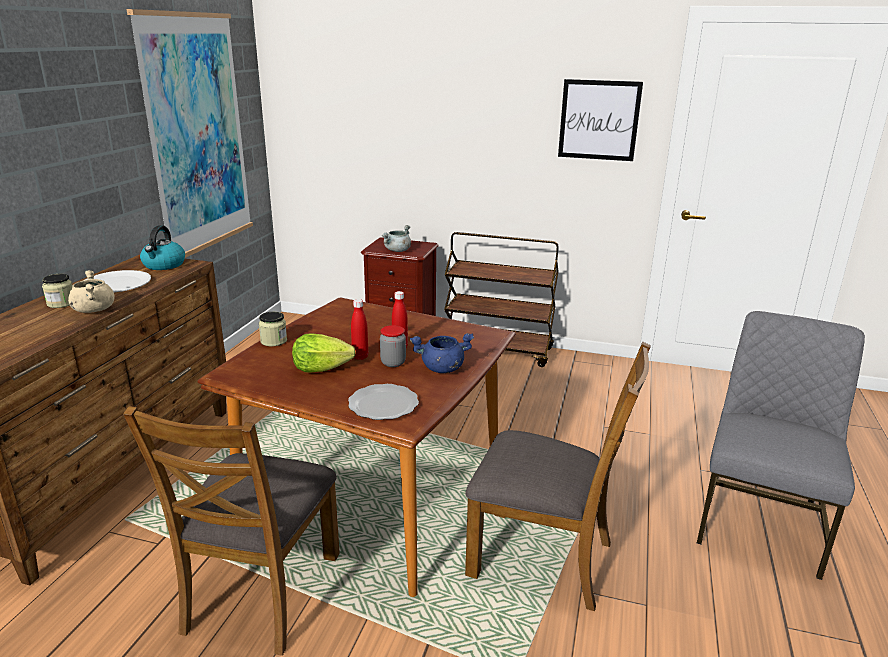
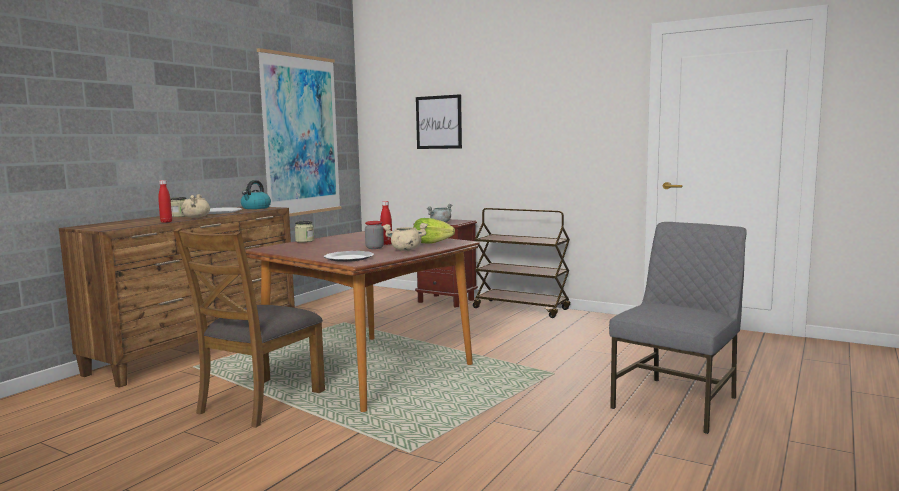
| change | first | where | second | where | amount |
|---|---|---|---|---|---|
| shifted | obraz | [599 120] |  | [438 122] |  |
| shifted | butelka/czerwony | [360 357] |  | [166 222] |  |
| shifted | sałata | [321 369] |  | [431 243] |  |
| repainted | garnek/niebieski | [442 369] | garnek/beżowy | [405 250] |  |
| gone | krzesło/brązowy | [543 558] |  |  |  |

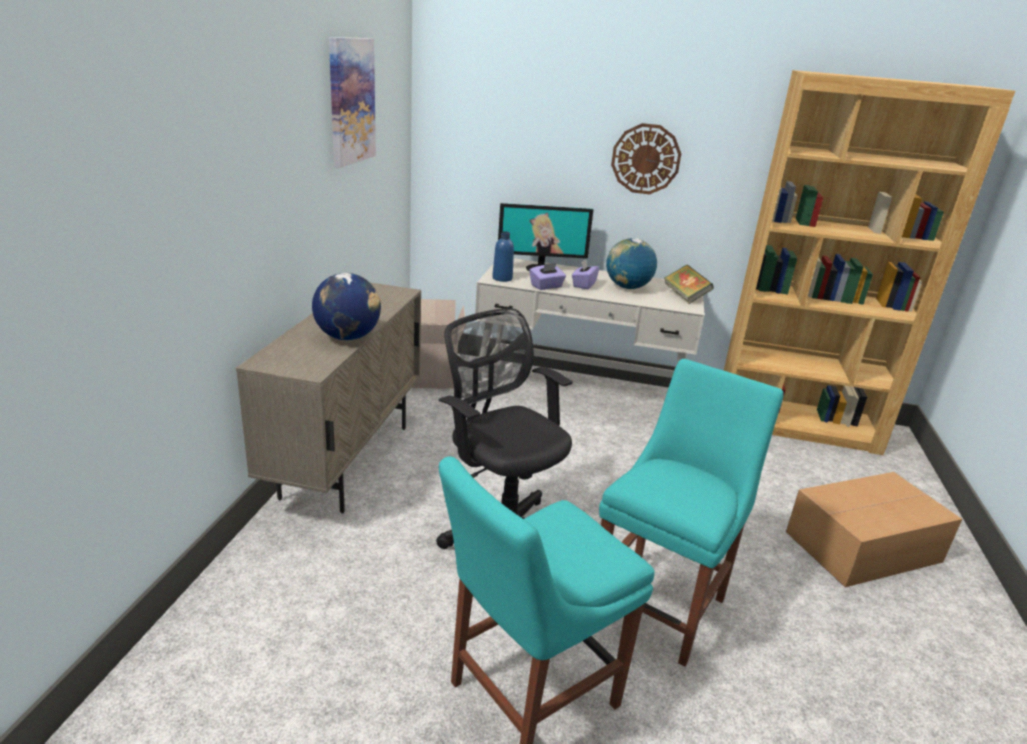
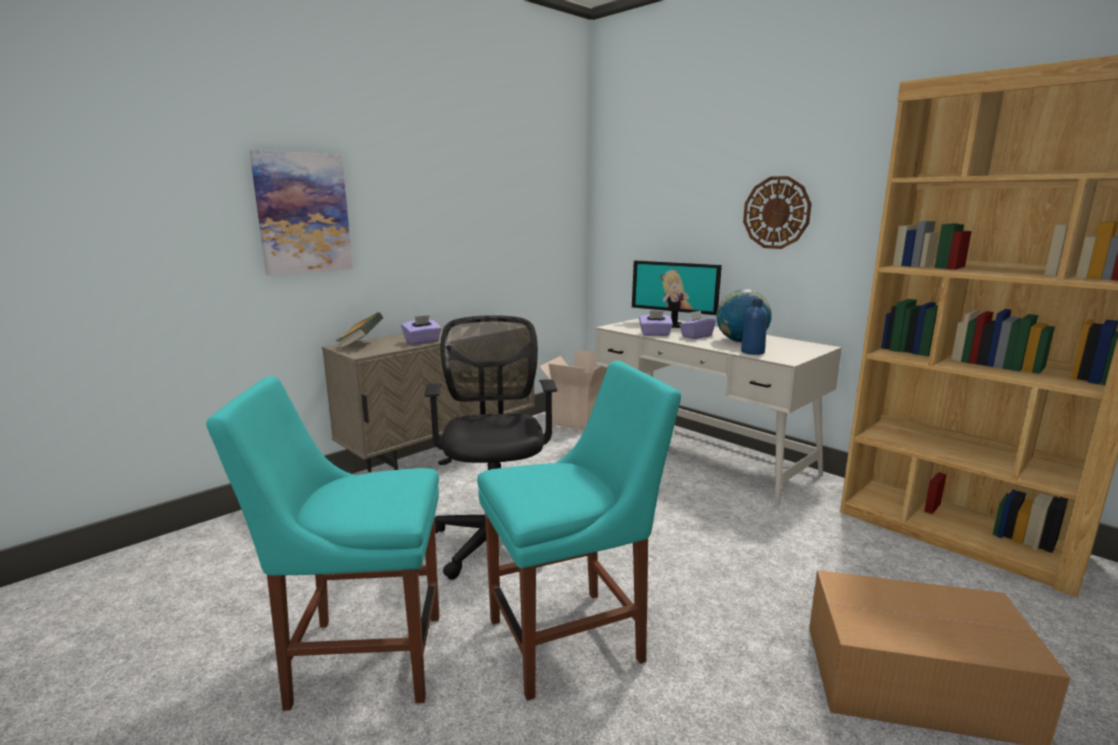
| change | first | where | second | where | amount |
|---|---|---|---|---|---|
| shifted | obraz | [351 101] |  | [303 213] |  |
| shifted | butelka/niebieski | [502 278] |  | [752 352] |  |
| shifted | książka | [685 296] |  | [361 344] |  |
| swapped | globus | [348 337] | pudełko chusteczek/fioletowy | [422 341] |  |

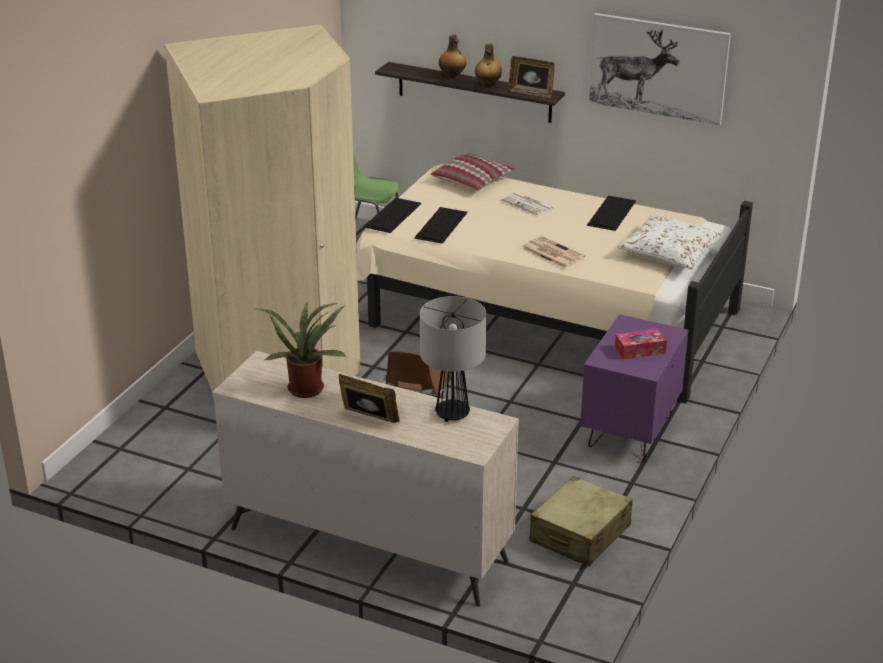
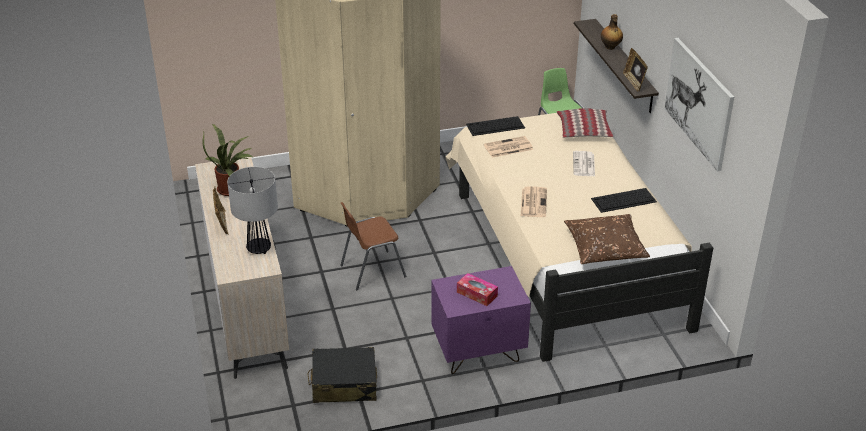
| change | first | where | second | where | amount |
|---|---|---|---|---|---|
| gone | butelka | [487 86] |  |  |  |
| swapped | klawiatura | [441 225] | gazeta | [507 148] |  |
| repainted | poduszka/biały | [670 252] | poduszka/brązowy | [605 247] |  |
| repainted | walizka/beżowy | [579 534] | walizka/czarny | [344 384] |  |

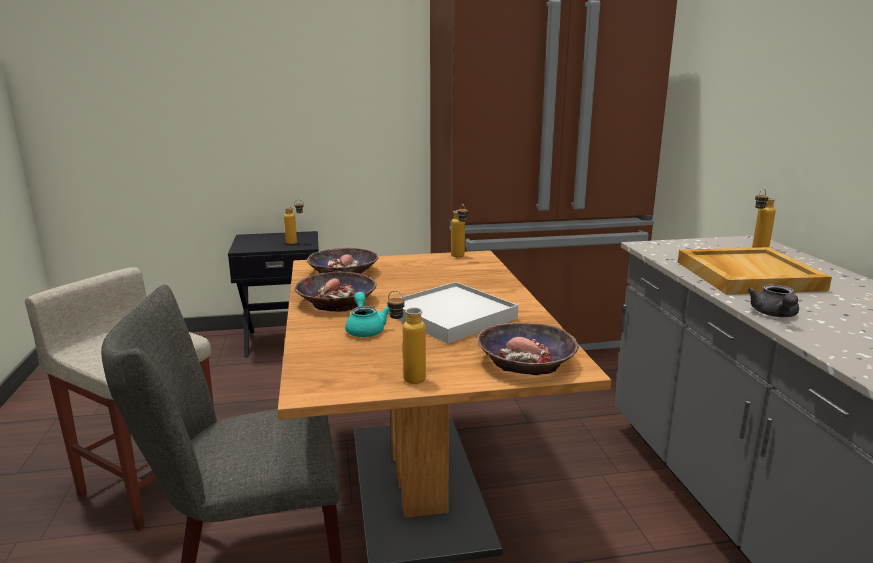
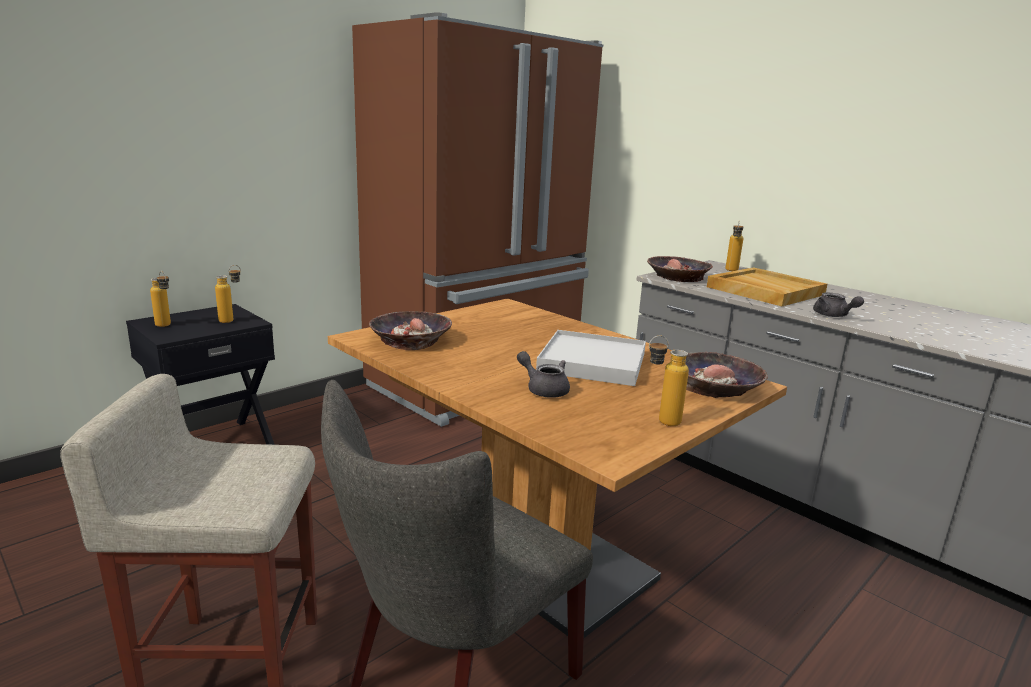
| change | first | where | second | where | amount |
|---|---|---|---|---|---|
| shifted | butelka | [459 257] |  | [165 326] |  |
| shifted | miska | [337 301] |  | [678 277] |  |
| repainted | imbryk/turkusowy | [365 329] | imbryk/szary | [544 389] |  |

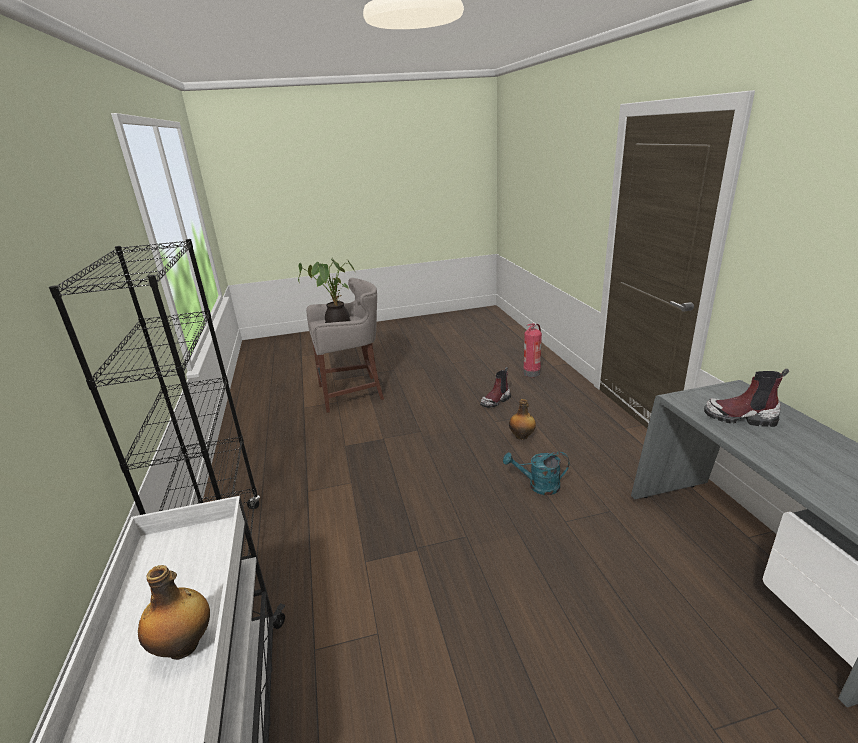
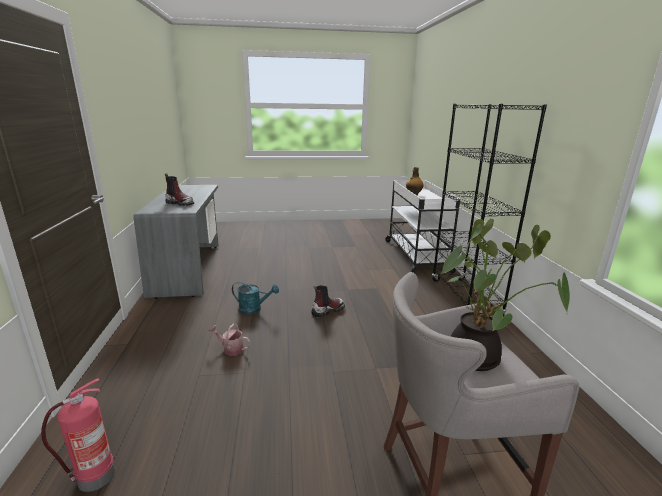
| change | first | where | second | where | amount |
|---|---|---|---|---|---|
| shifted | but z cholewką | [496 401] |  | [327 310] |  |
| swapped | butelka | [522 436] | konewka | [231 349] |  |

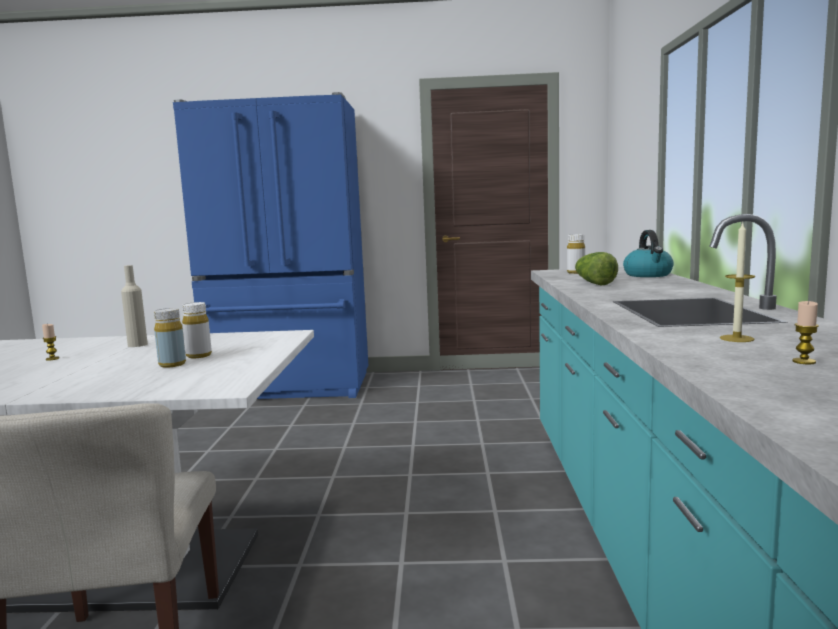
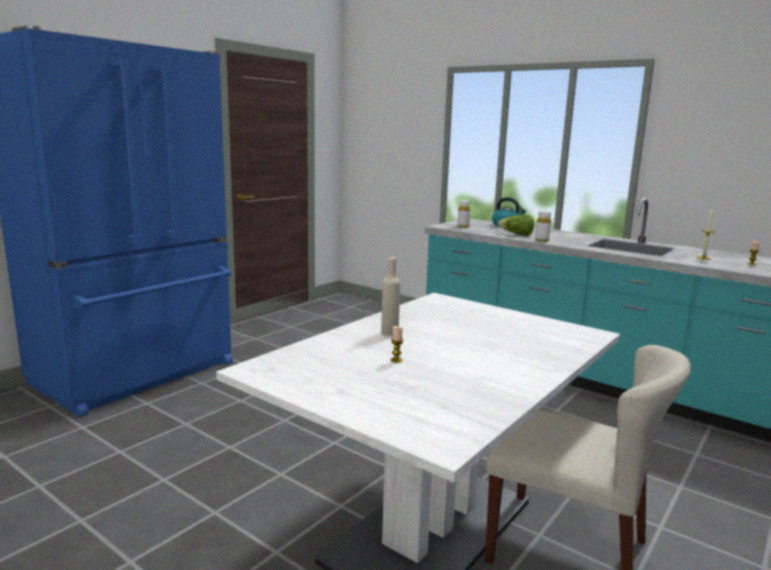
| change | first | where | second | where | amount |
|---|---|---|---|---|---|
| shifted | butelka/biały | [199 355] |  | [542 240] |  |
| gone | butelka/żółty | [172 364] |  |  |  |

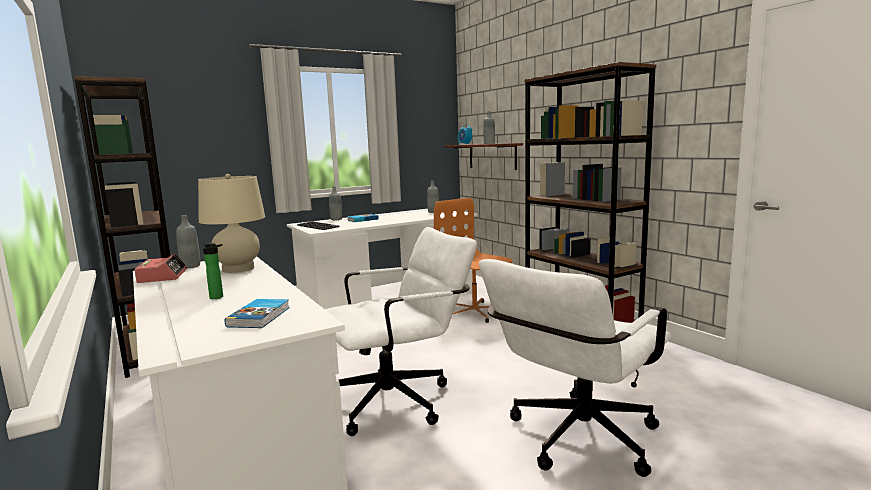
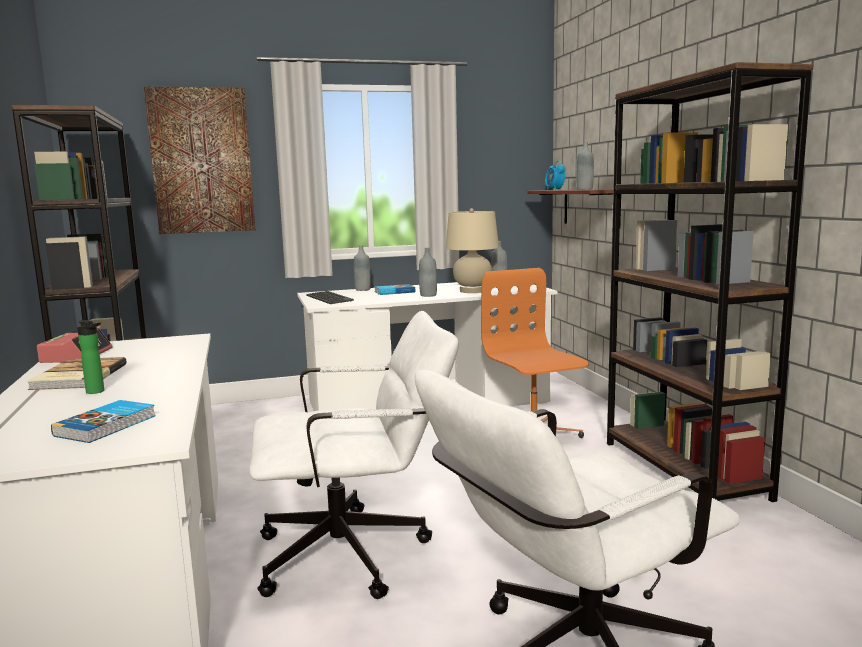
| change | first | where | second | where | amount |
|---|---|---|---|---|---|
| shifted | lampa stołowa/beżowy | [238 269] |  | [472 291] |  |
| shifted | butelka/szary | [190 266] |  | [428 295] |  |
| new |  |  | obraz | [202 161] |  |
| new |  |  | książka | [77 377] |  |

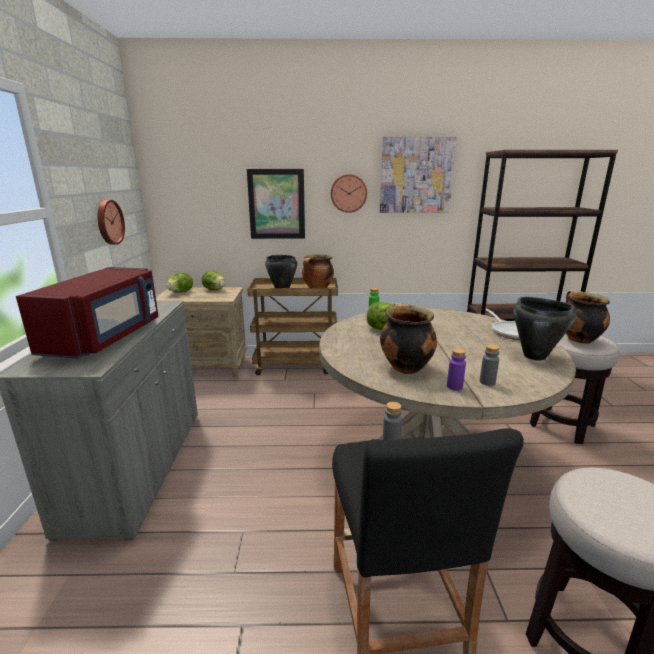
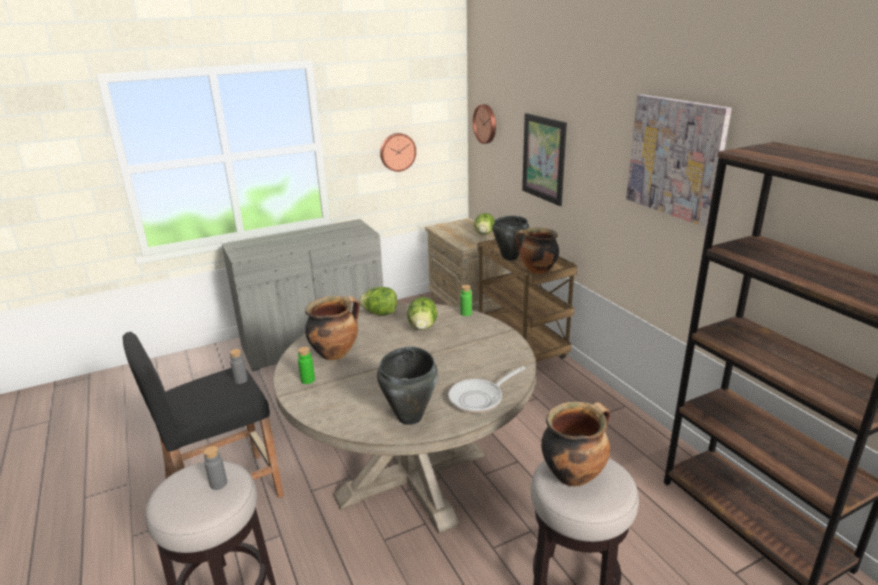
| change | first | where | second | where | amount |
|---|---|---|---|---|---|
| shifted | zegar ścienny | [348 193] |  | [486 123] |  |
| gone | mikrofalówka/czerwony | [106 337] |  |  |  |
| shifted | sałata | [180 292] |  | [380 313] |  |
| shifted | butelka/szary | [487 382] |  | [218 484] |  |
| repainted | butelka/fioletowy | [454 386] | butelka/zielony | [308 380] |  |

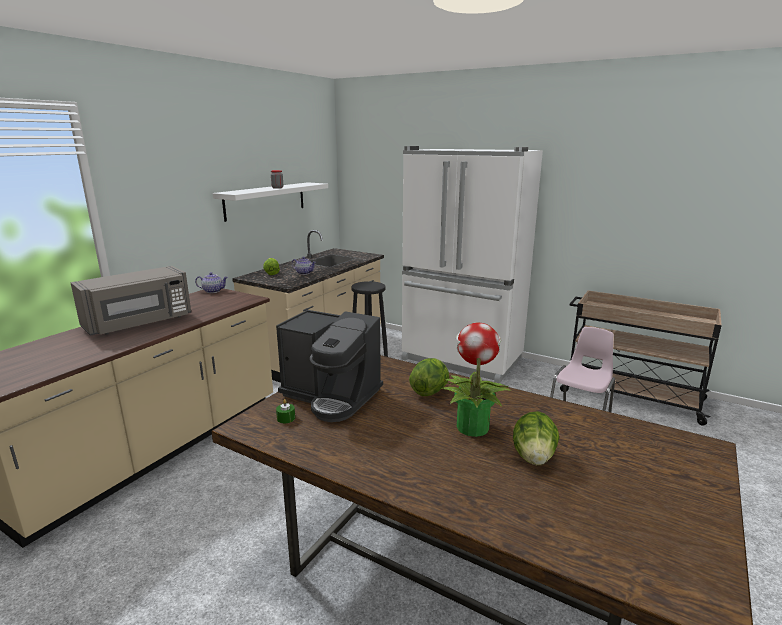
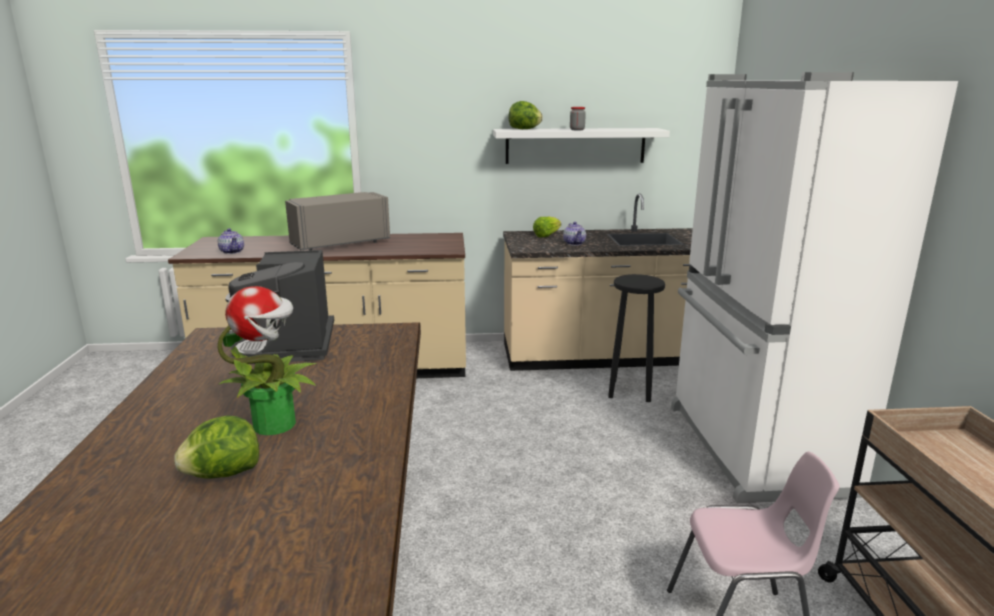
| change | first | where | second | where | amount |
|---|---|---|---|---|---|
| rotated | mikrofalówka/szary | [139 323] |  | [339 243] | 135 degrees clockwise |
| shifted | imbryk | [213 291] |  | [232 251] |  |
| shifted | sałata | [430 391] |  | [524 129] |  |

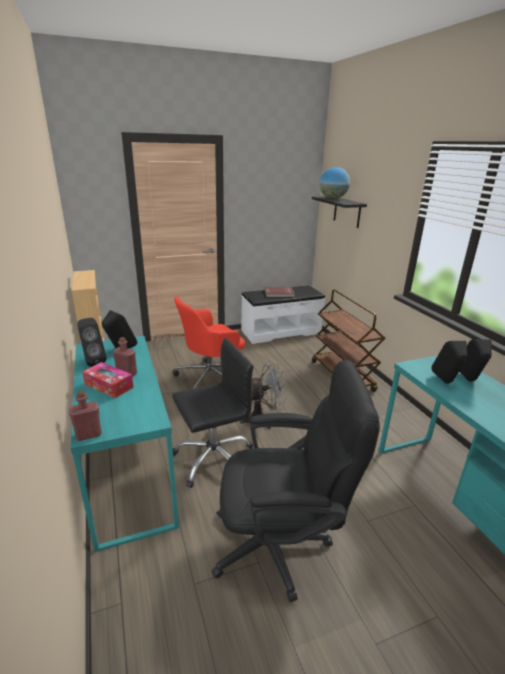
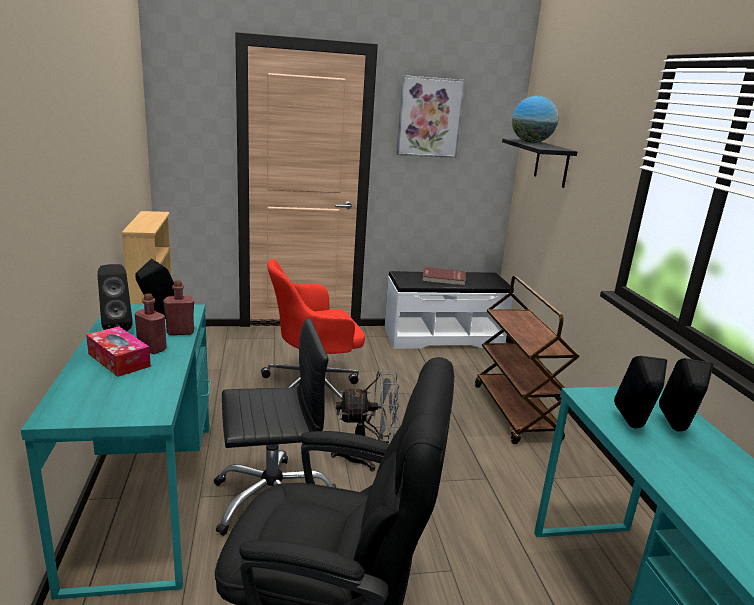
| change | first | where | second | where | amount |
|---|---|---|---|---|---|
| shifted | butelka/czerwony | [89 435] |  | [180 332] |  |
| new |  |  | obraz | [429 117] |  |

